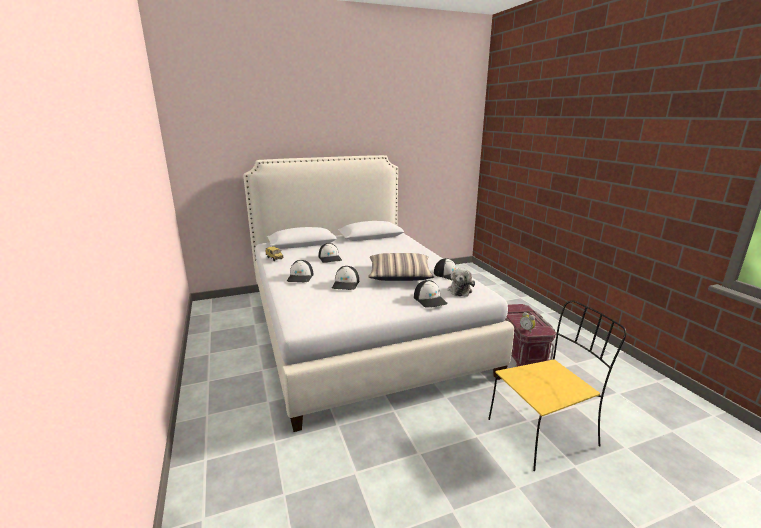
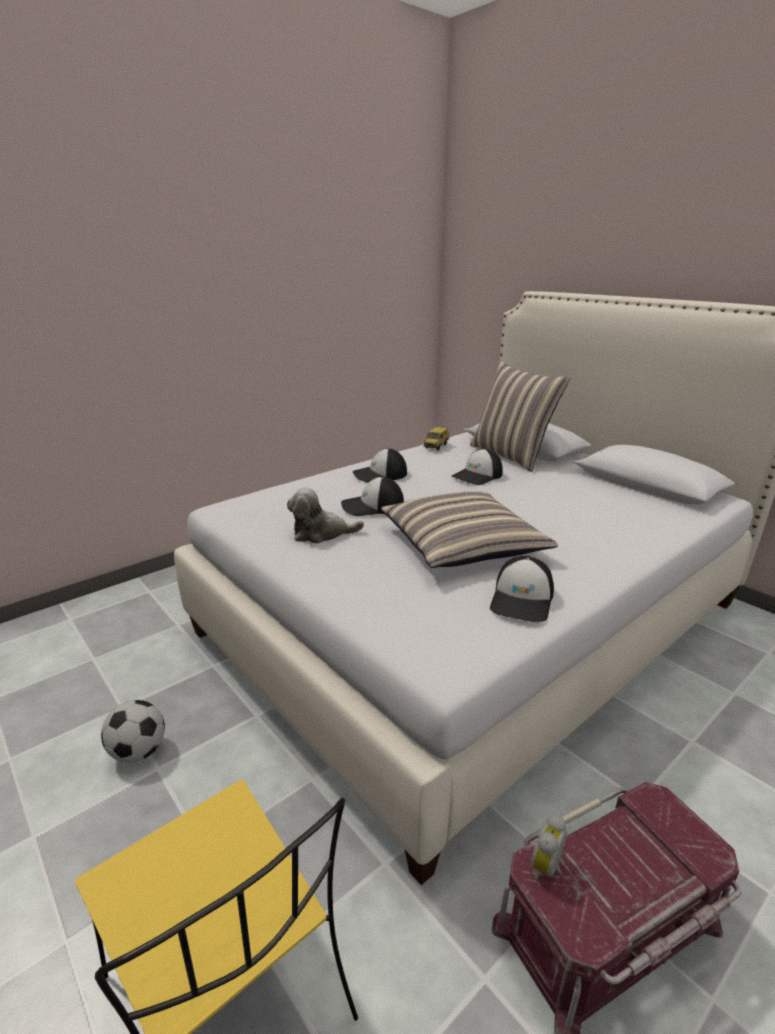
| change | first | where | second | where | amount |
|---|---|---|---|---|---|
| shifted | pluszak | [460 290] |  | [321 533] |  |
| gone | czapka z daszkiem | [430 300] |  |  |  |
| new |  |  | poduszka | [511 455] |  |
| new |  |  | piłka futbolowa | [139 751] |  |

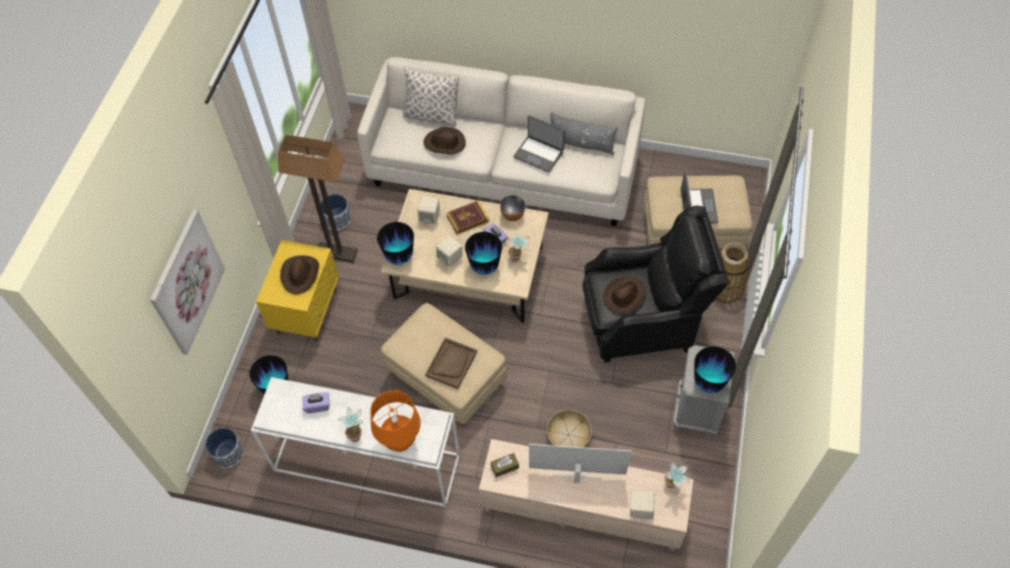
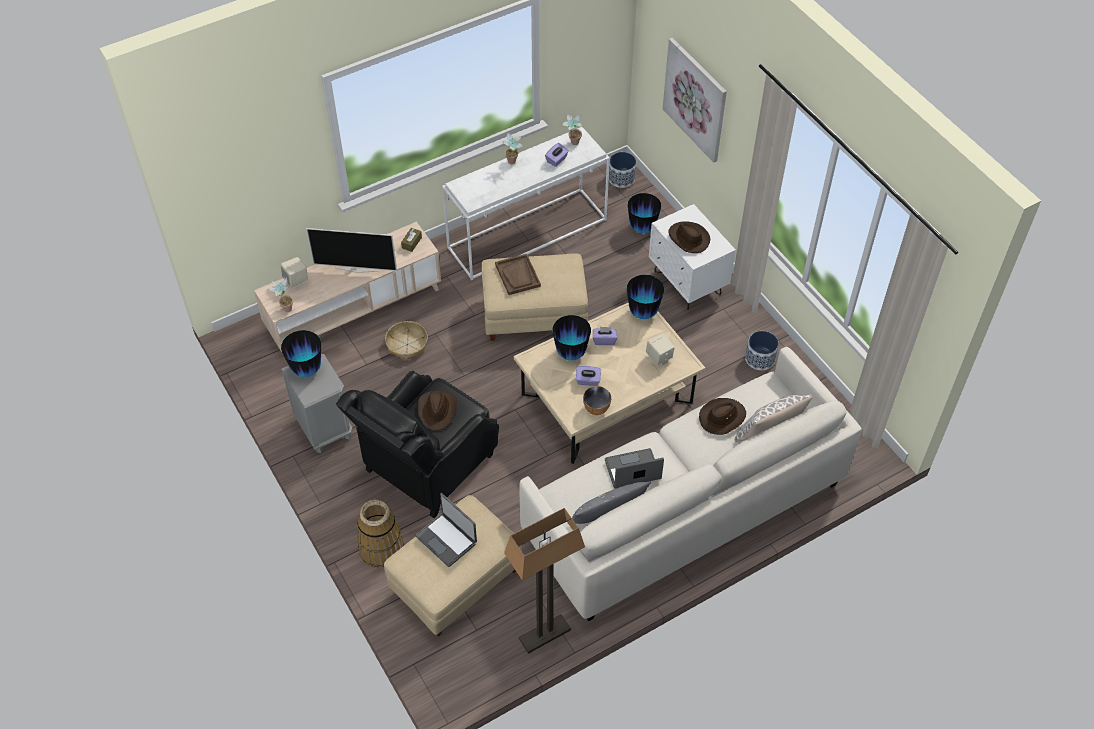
| change | first | where | second | where | amount |
|---|---|---|---|---|---|
| shifted | lampa stojąca | [336 253] |  | [544 635] |  |
| gone | książka | [468 219] |  |  |  |
| shifted | roślina doniczkowa | [518 259] |  | [572 144] |  |
| swapped | głośnik/beżowy | [450 259] | pudełko chusteczek/fioletowy | [604 340] |  |
| repainted | szafka nocna/żółty | [307 312] | szafka nocna/biały | [687 283] |  |
| gone | lampa stołowa/pomarańczowy | [400 440] |  |  |  |
| rotated | telewizor | [576 478] |  | [356 269] | 45 degrees clockwise |

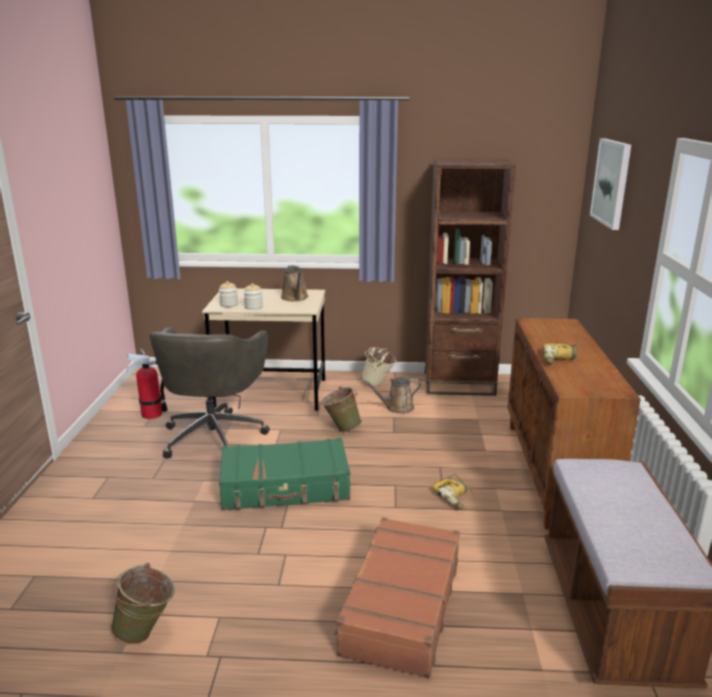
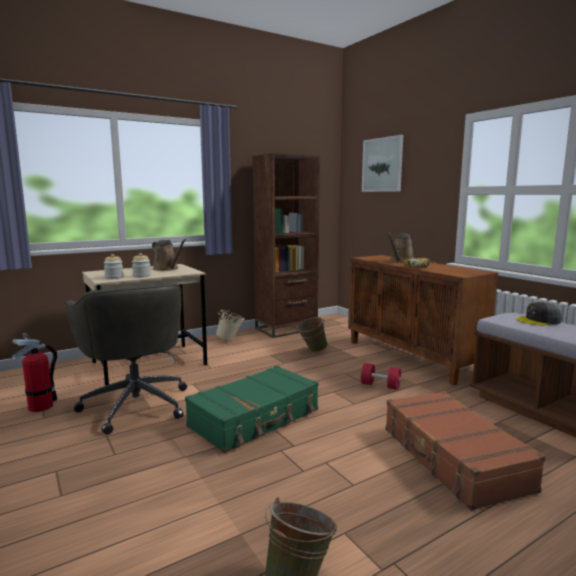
| change | first | where | second | where | amount |
|---|---|---|---|---|---|
| shifted | konewka/brązowy | [397 408] |  | [400 261] |  |
| shifted | wiadro/zielony | [341 428] |  | [311 351] |  |
| swapped | wiertarka | [455 496] | hantel/czerwony | [380 385] |  |
| new |  |  | czapka z daszkiem/szary | [538 320] |  |

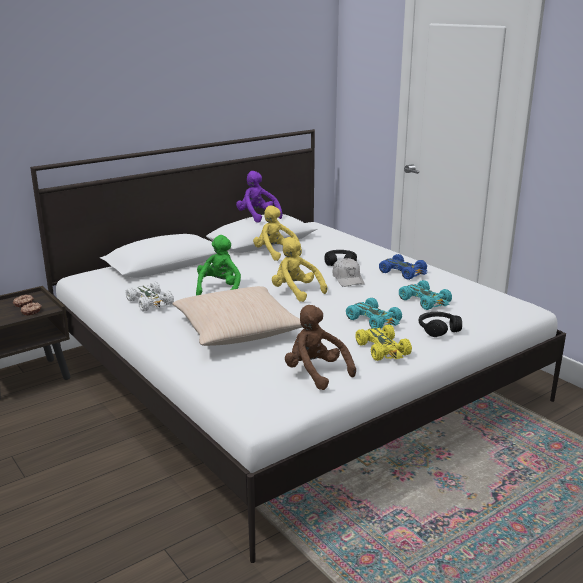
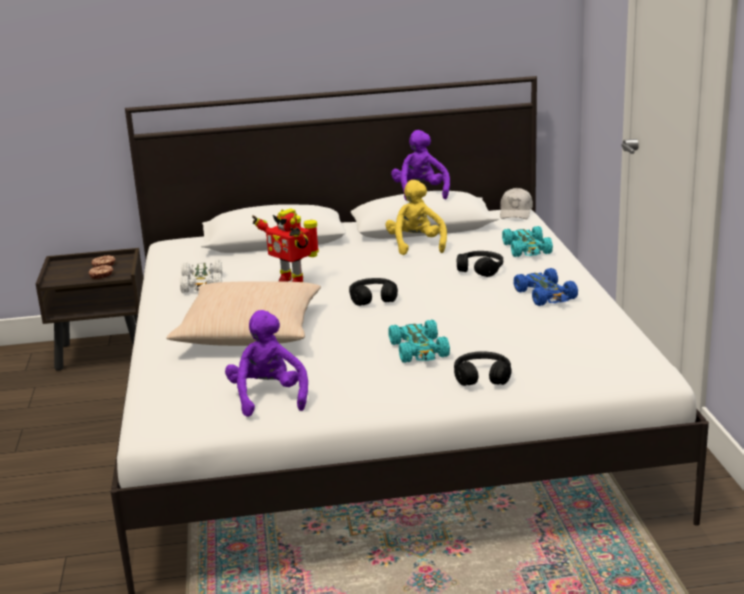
| change | first | where | second | where | amount |
|---|---|---|---|---|---|
| swapped | pluszak/zielony | [219 289] | robot zabawkowy | [292 281] |  |
| swapped | pluszak/żółty | [295 292] | słuchawki/czarny | [373 298] |  |
| shifted | czapka z daszkiem/biały | [348 279] |  | [516 212] |  |
| shifted | samochodzik/turkusowy | [425 301] |  | [527 249] |  |
| repainted | pluszak/brązowy | [315 373] | pluszak/fioletowy | [268 397] |  |
| gone | samochodzik/żółty | [383 349] |  |  |  |

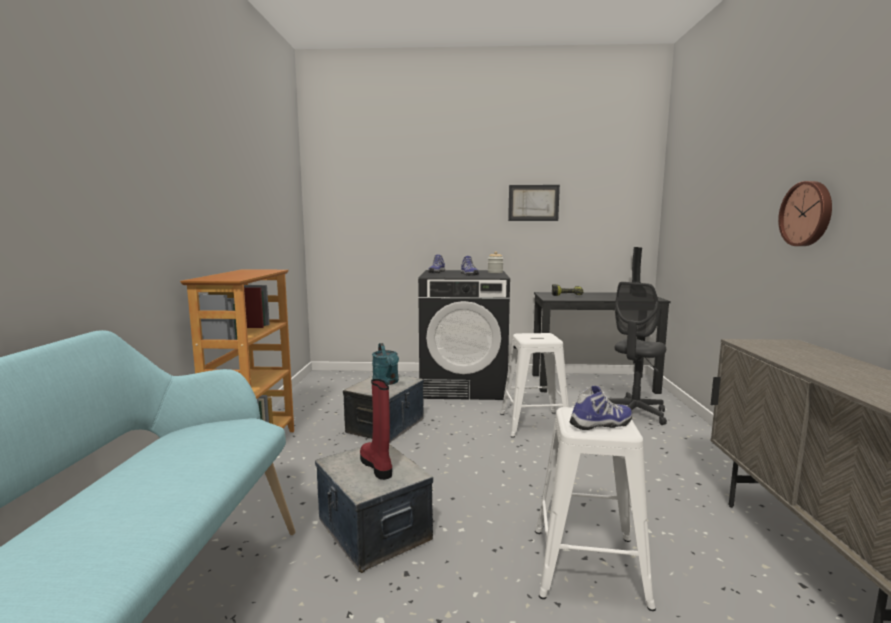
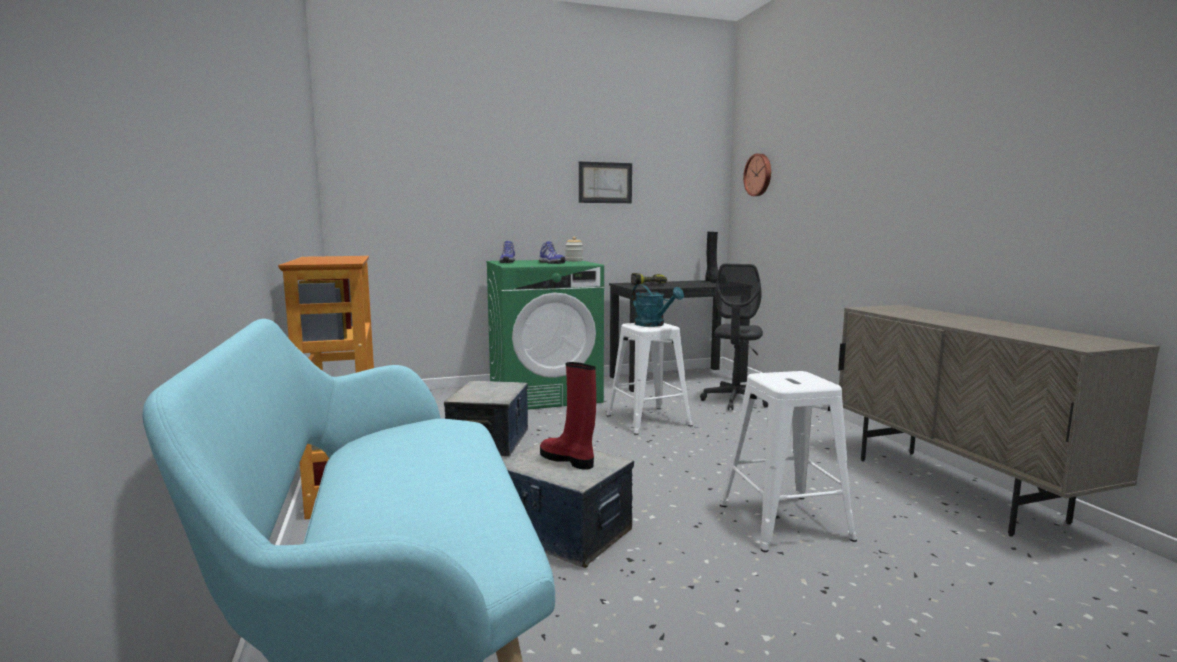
| change | first | where | second | where | amount |
|---|---|---|---|---|---|
| shifted | zegar ścienny | [807 214] |  | [759 175] |  |
| repainted | pralka/czarny | [464 386] | pralka/zielony | [545 394] |  |
| shifted | konewka/turkusowy | [387 382] |  | [654 325] |  |
| gone | but | [602 424] |  |  |  |

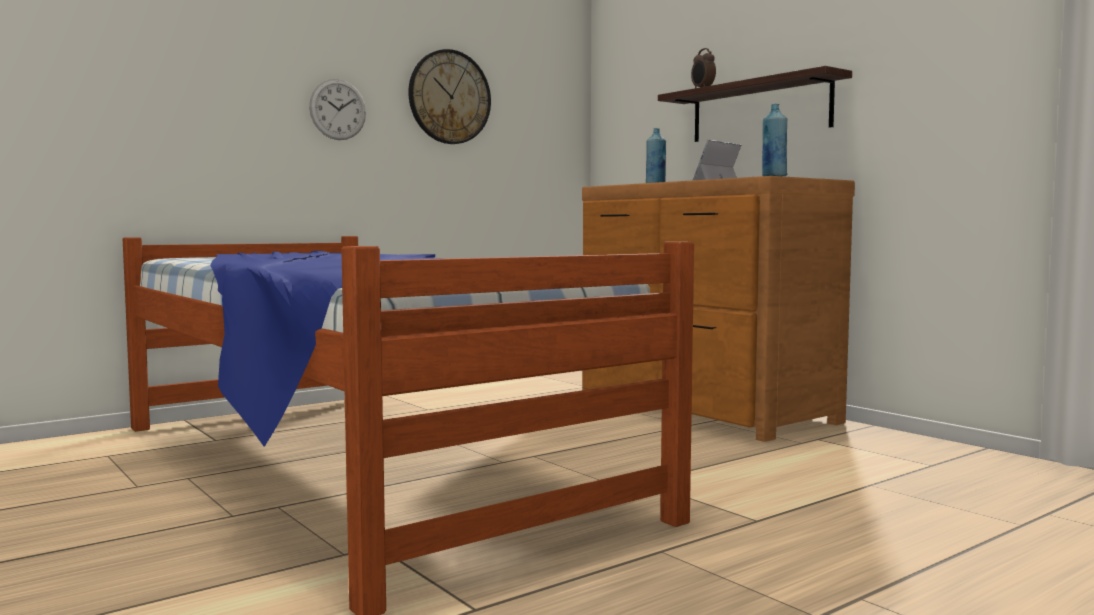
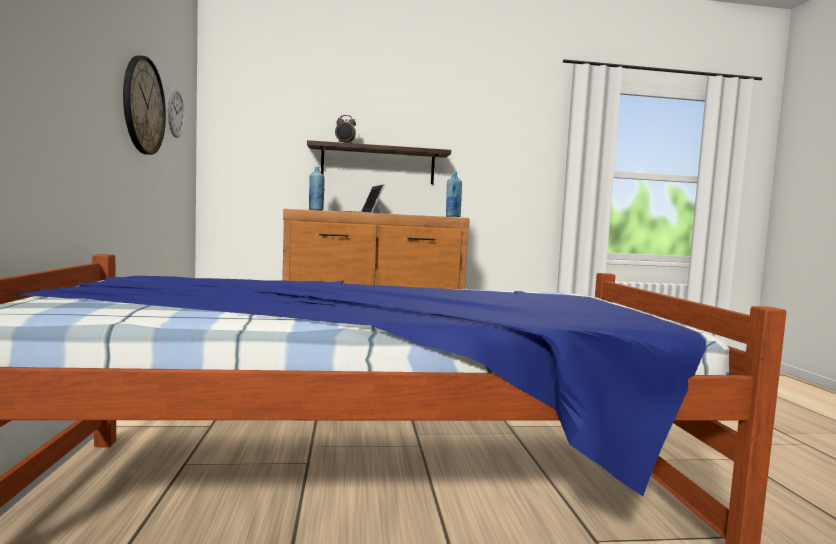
| change | first | where | second | where | amount |
|---|---|---|---|---|---|
| shifted | zegar ścienny | [338 109] |  | [175 113] |  |

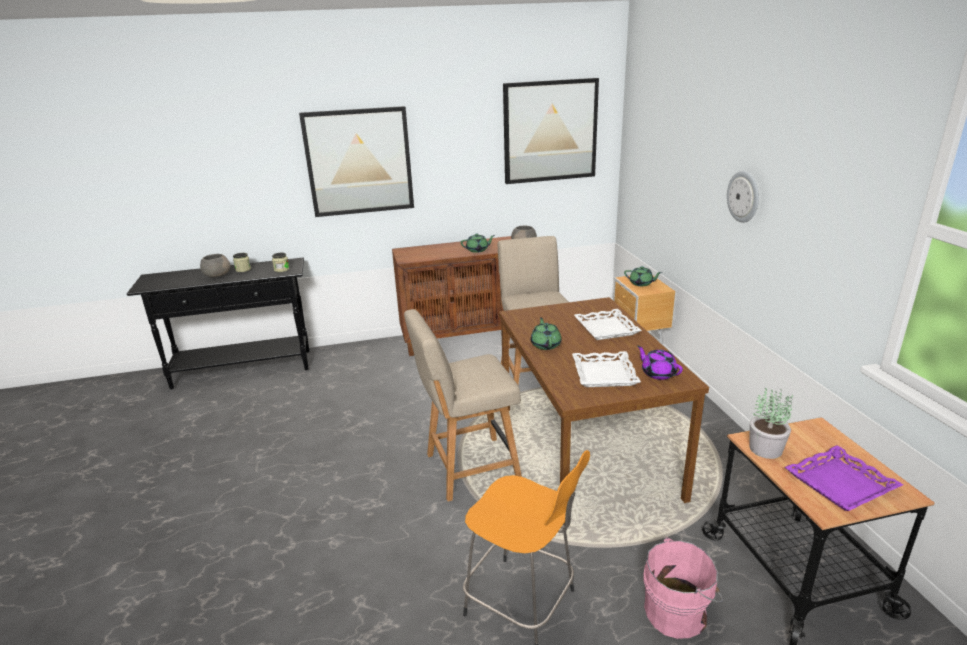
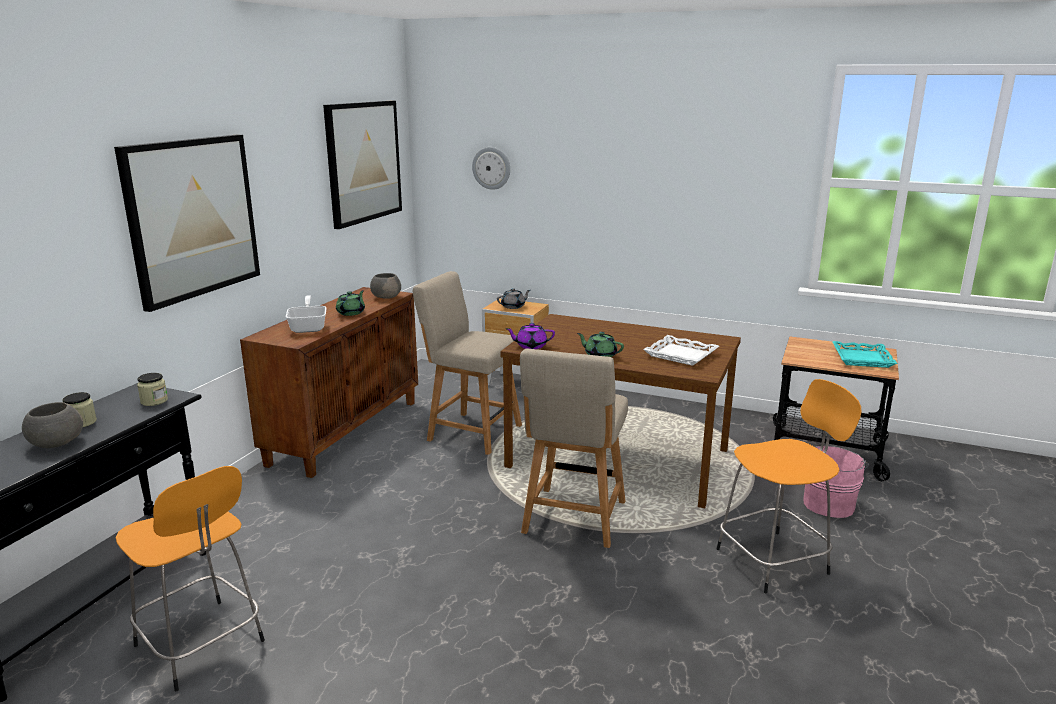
| change | first | where | second | where | amount |
|---|---|---|---|---|---|
| shifted | zegar ścienny | [744 196] |  | [491 168] |  |
| repainted | imbryk/zielony | [641 283] | imbryk/szary | [513 306] |  |
| gone | taca/biały | [606 328] |  |  |  |
| shifted | imbryk/fioletowy | [658 373] |  | [530 346] |  |
| gone | roślina doniczkowa | [766 449] |  |  |  |
| repainted | taca/fioletowy | [840 484] | taca/turkusowy | [863 359] |  |
| new |  |  | patelnia | [309 327] |  |
| new |  |  | stołek/pomarańczowy | [201 645] |  |

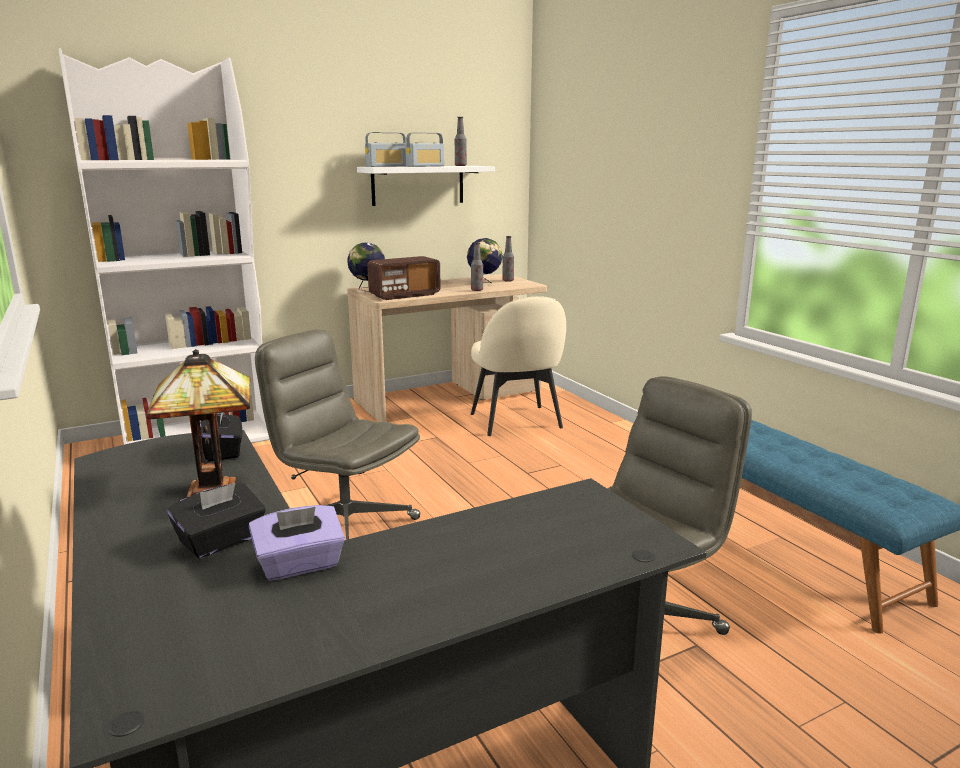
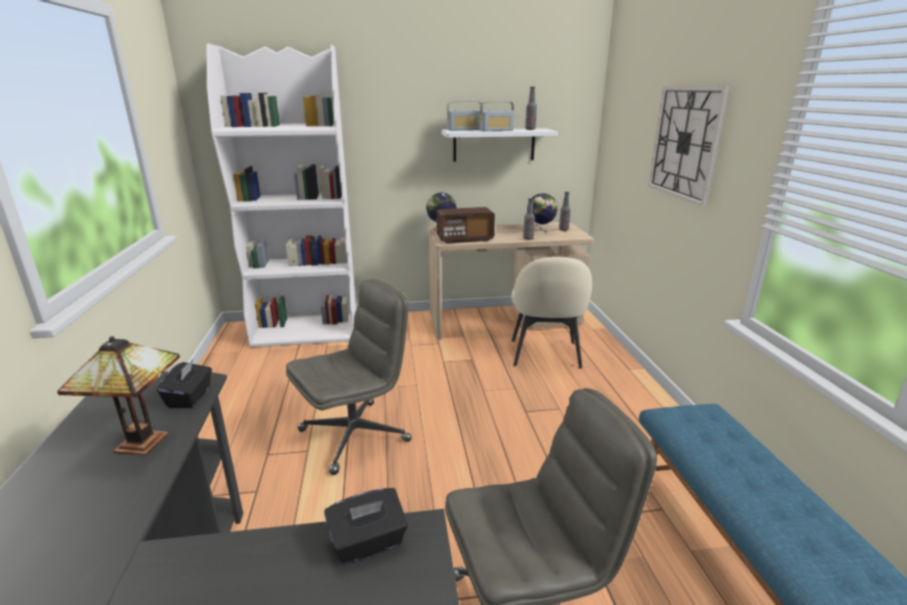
| change | first | where | second | where | amount |
|---|---|---|---|---|---|
| rotated | krzesło biurowe/szary | [345 525] |  | [355 435] | 90 degrees clockwise |
| shifted | pudełko chusteczek/czarny | [221 541] |  | [368 542] |  |
| gone | pudełko chusteczek/fioletowy | [300 565] |  |  |  |
| new |  |  | zegar ścienny | [685 143] |  |

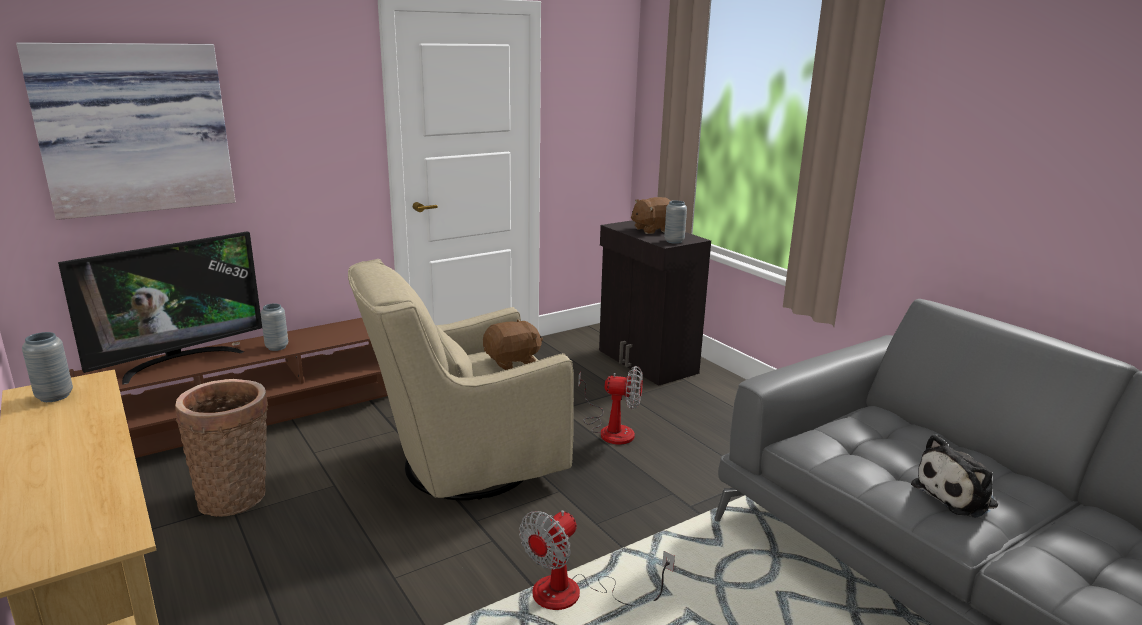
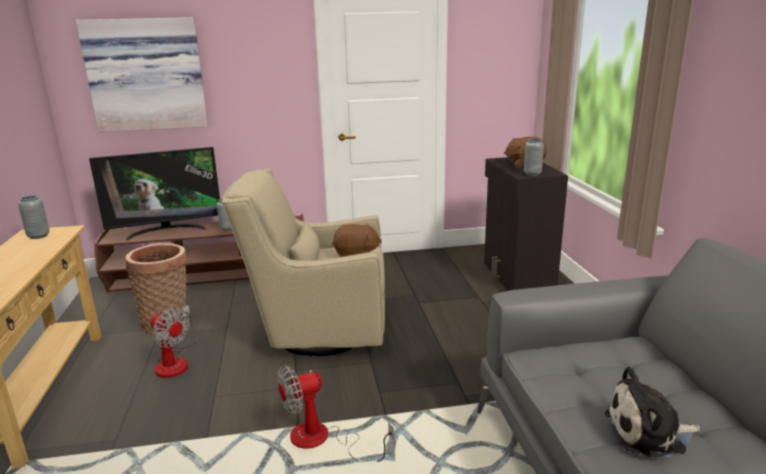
| change | first | where | second | where | amount |
|---|---|---|---|---|---|
| shifted | wentylator | [610 429] |  | [175 361] |  |

